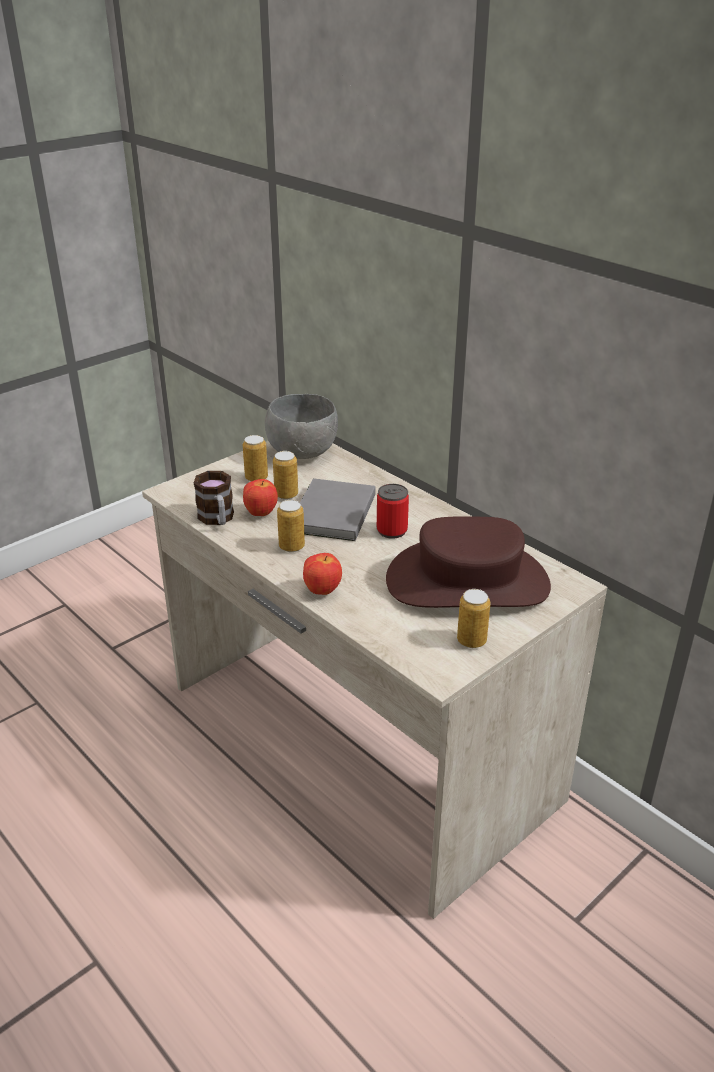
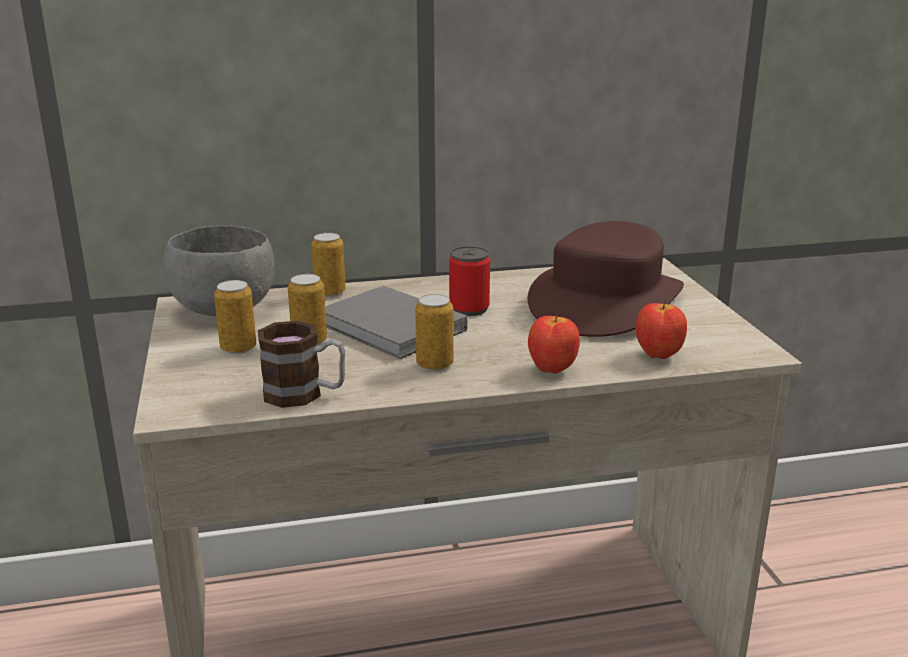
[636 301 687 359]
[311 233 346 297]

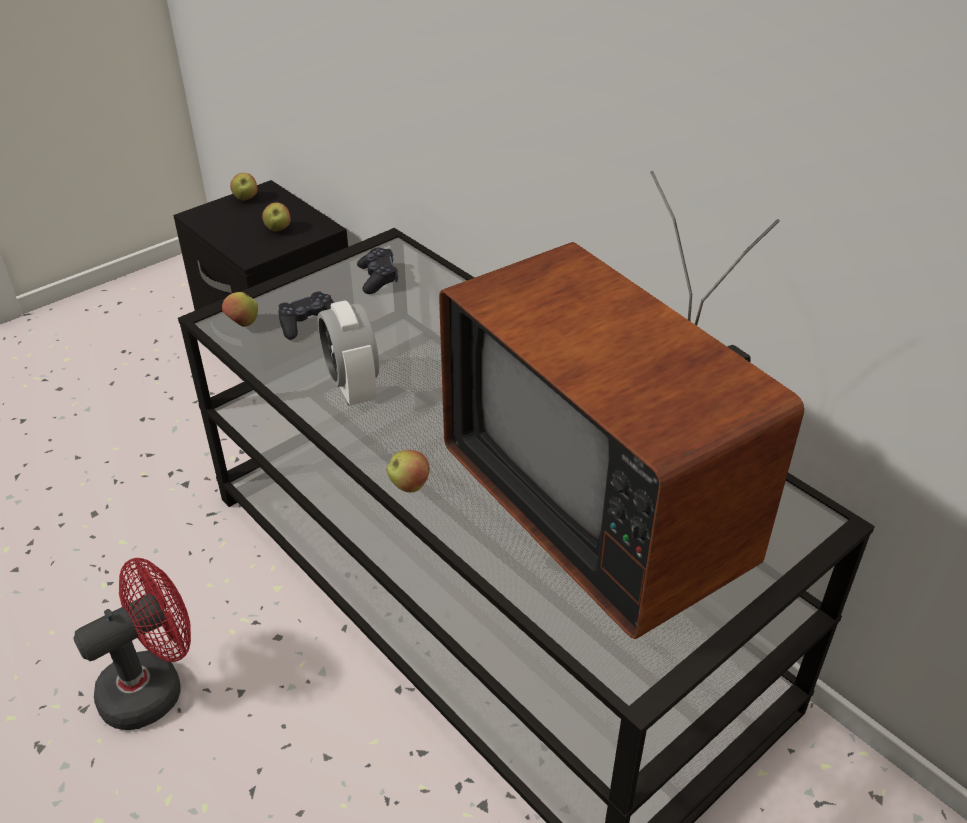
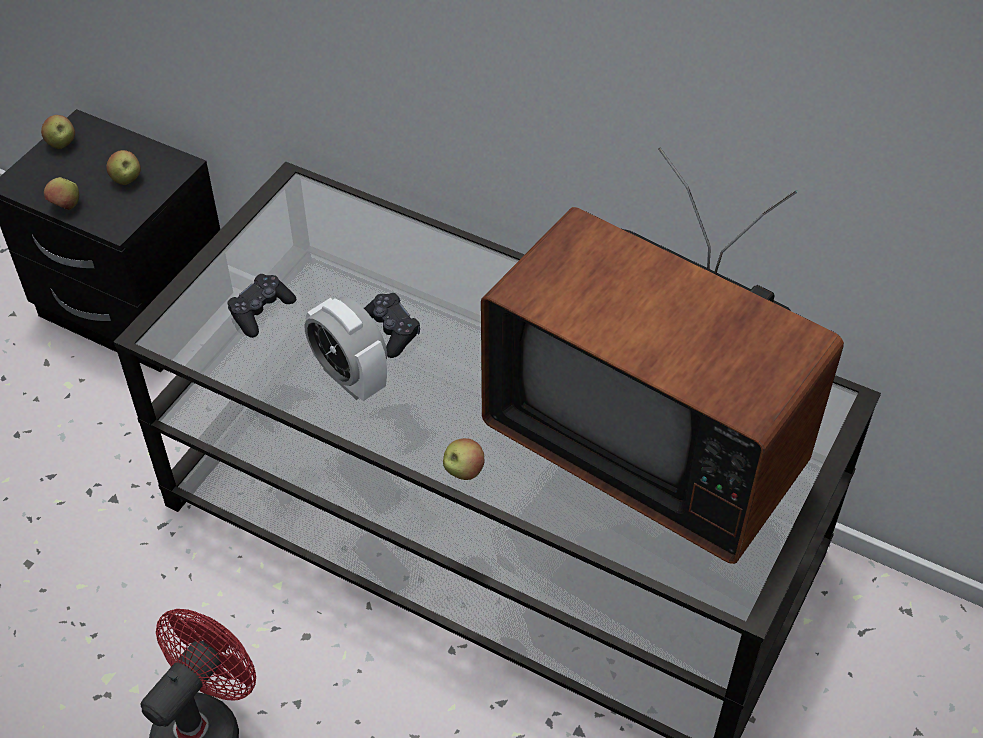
[364 293 420 358]
[44 177 79 210]

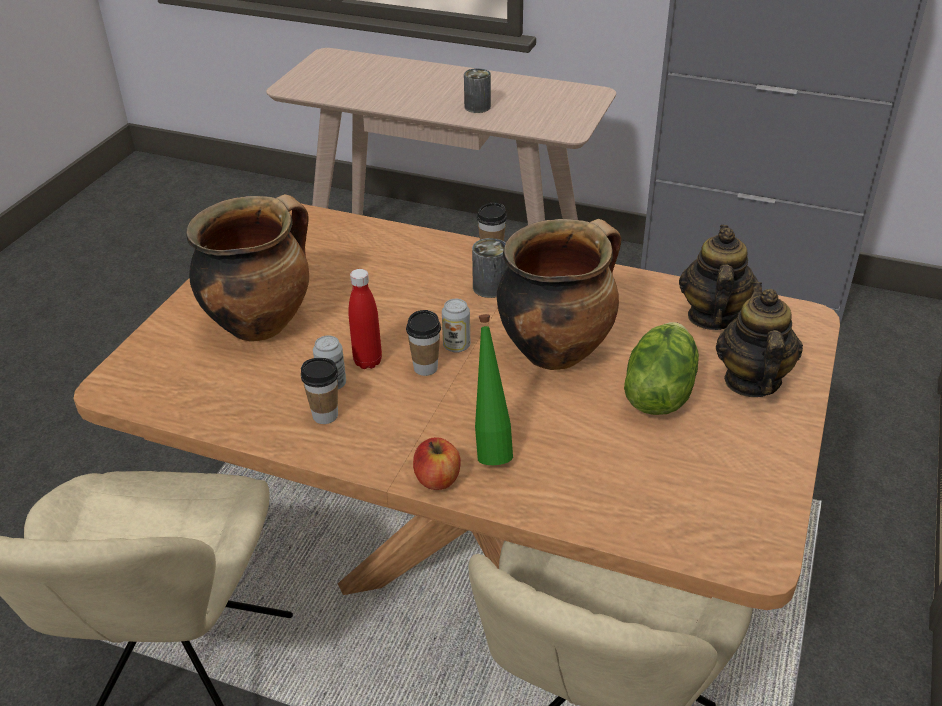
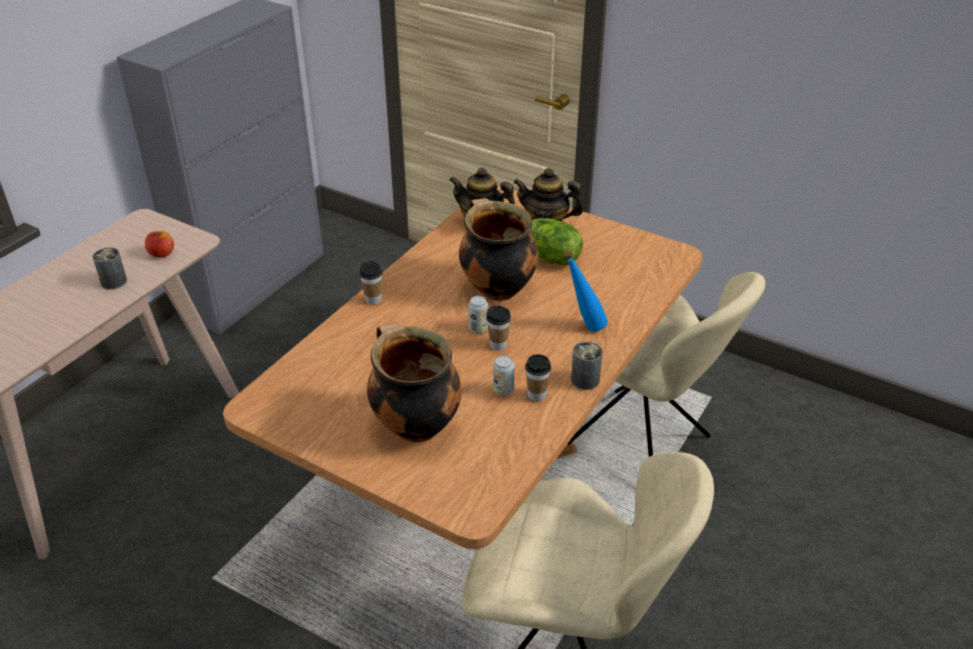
[571 342 603 390]
[348 269 382 369] (first image)
[565 252 608 331]
[145 231 174 258]

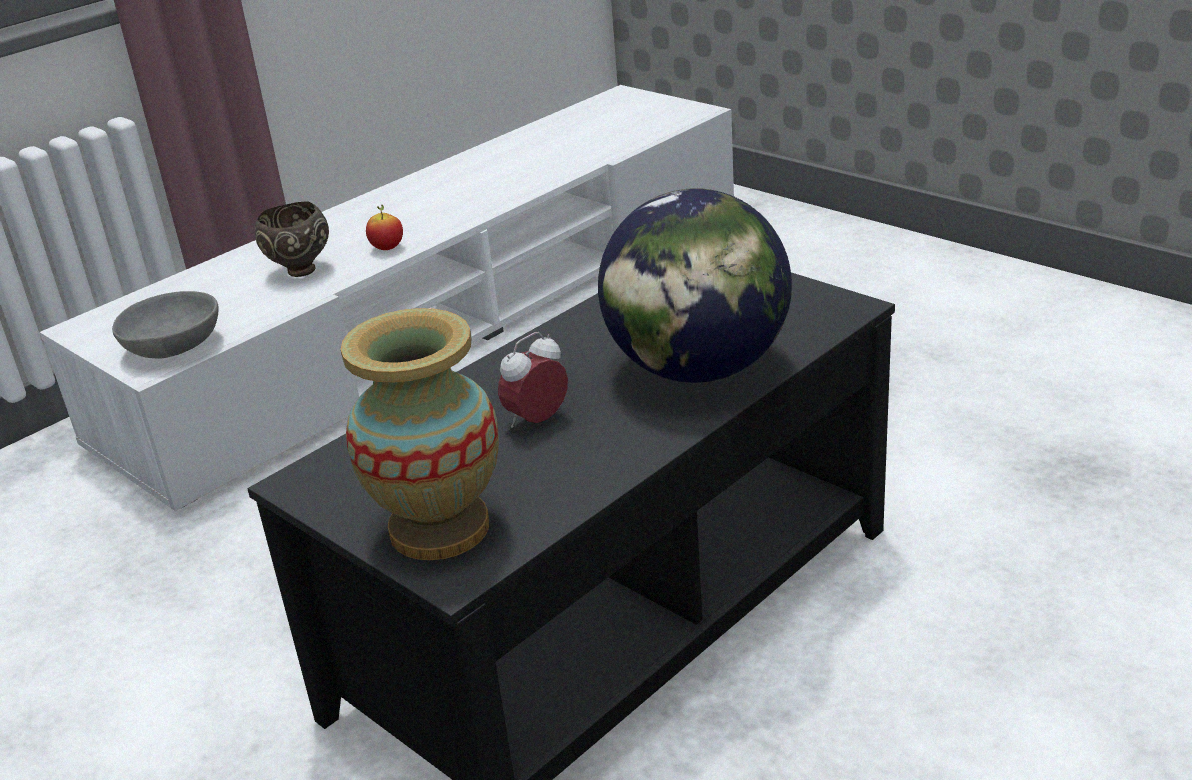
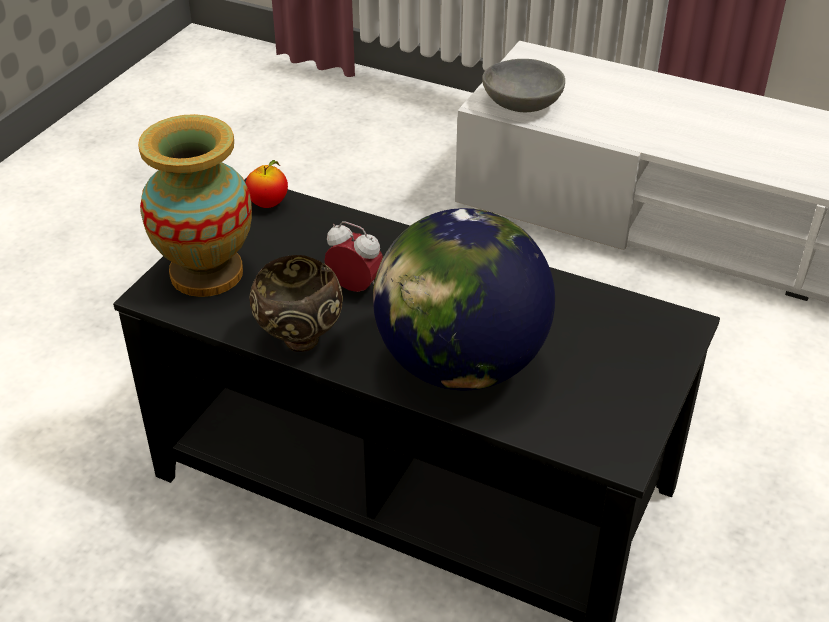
[249 255 343 352]
[246 160 288 208]

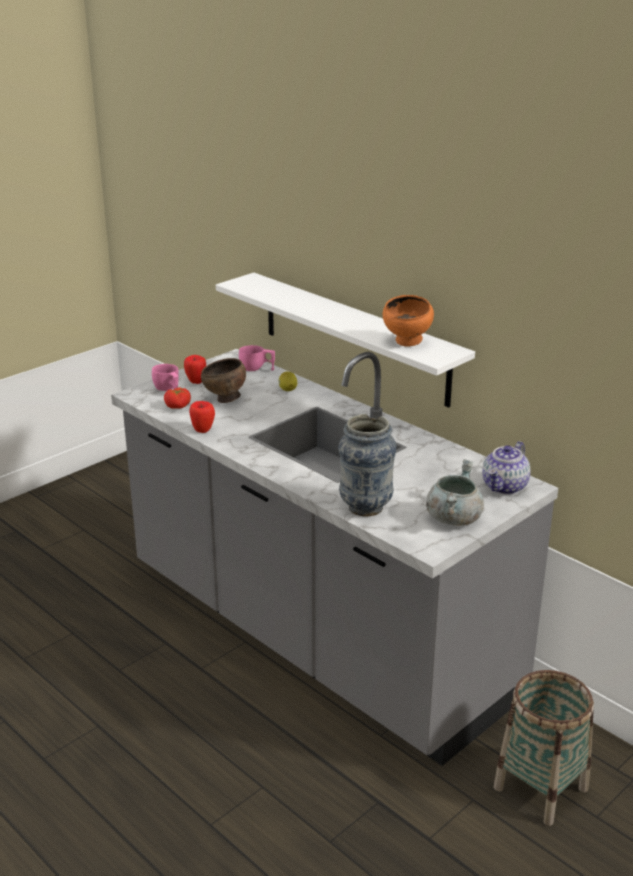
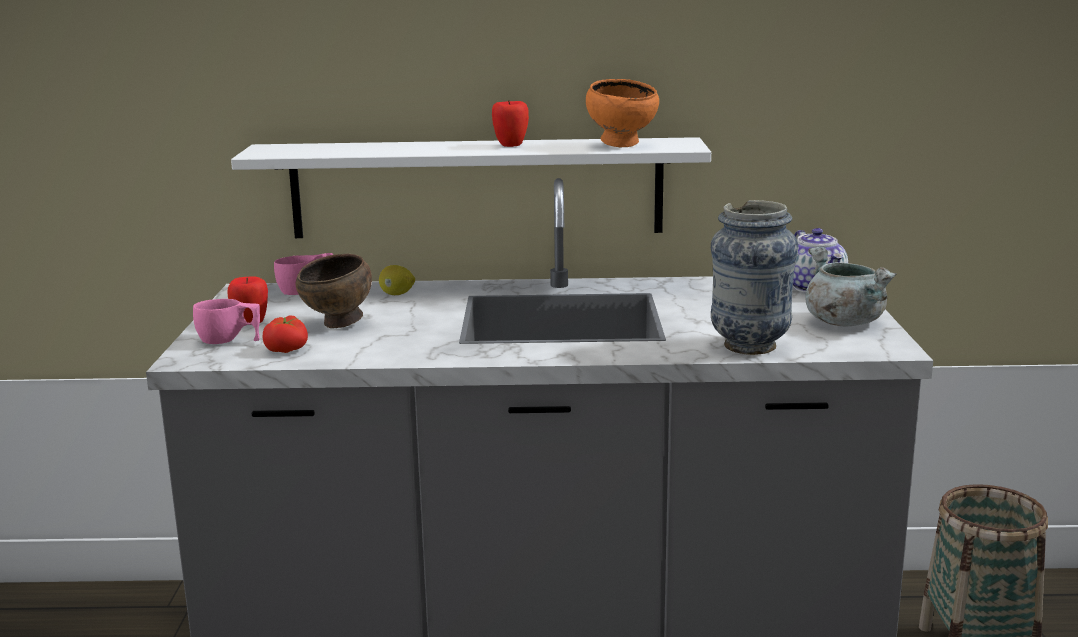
[492 100 529 147]

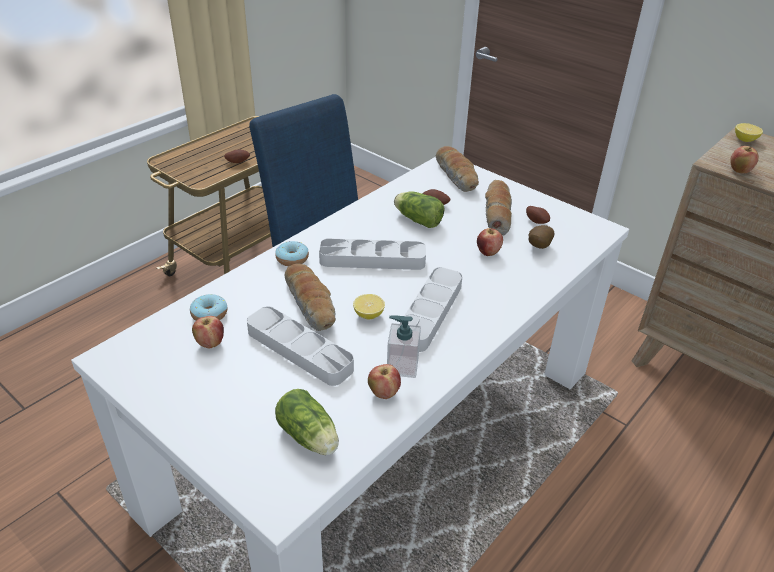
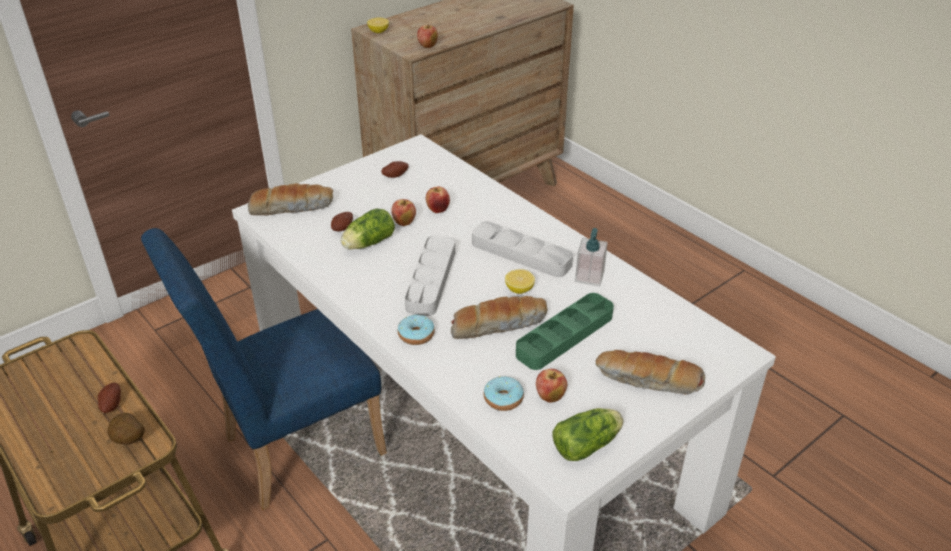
[596 350 705 395]
[107 413 145 445]
[516 293 614 370]
[391 199 416 226]
[552 408 623 461]

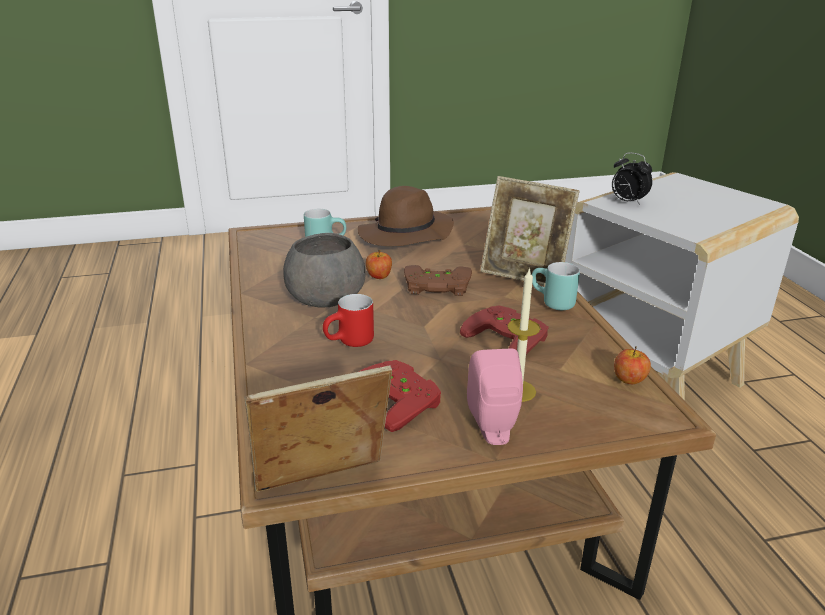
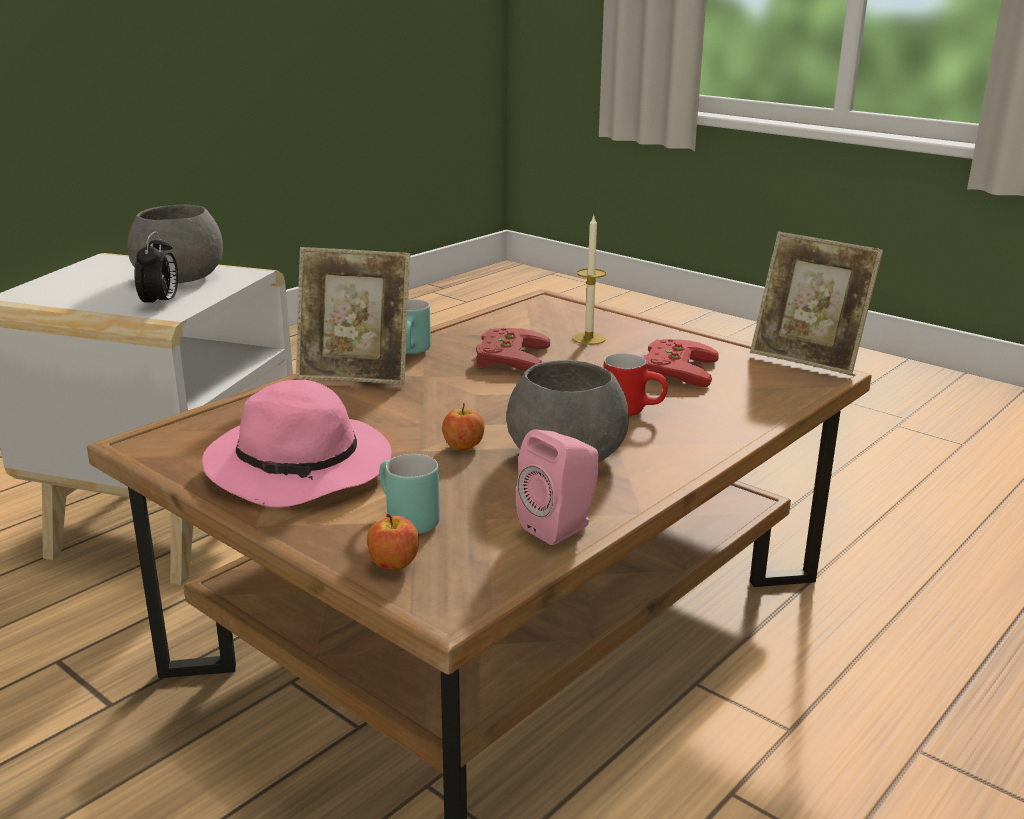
[296 247 410 384]
[202 380 391 508]
[404 265 472 296] (first image)
[367 514 419 570]
[516 430 599 545]
[127 204 223 283]

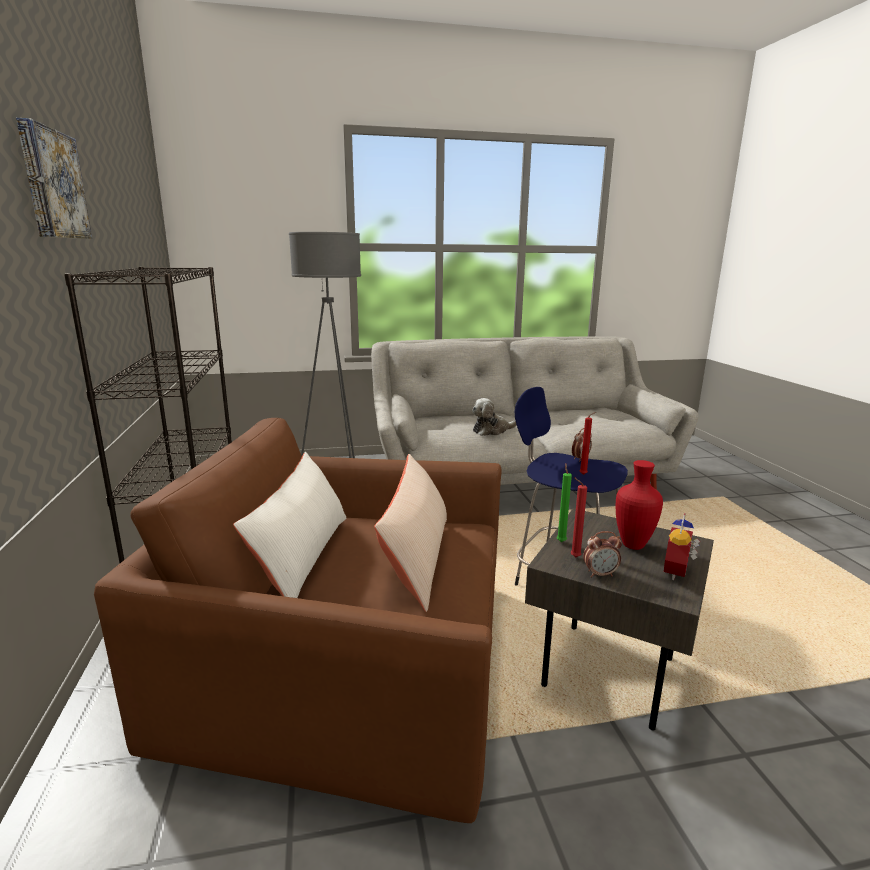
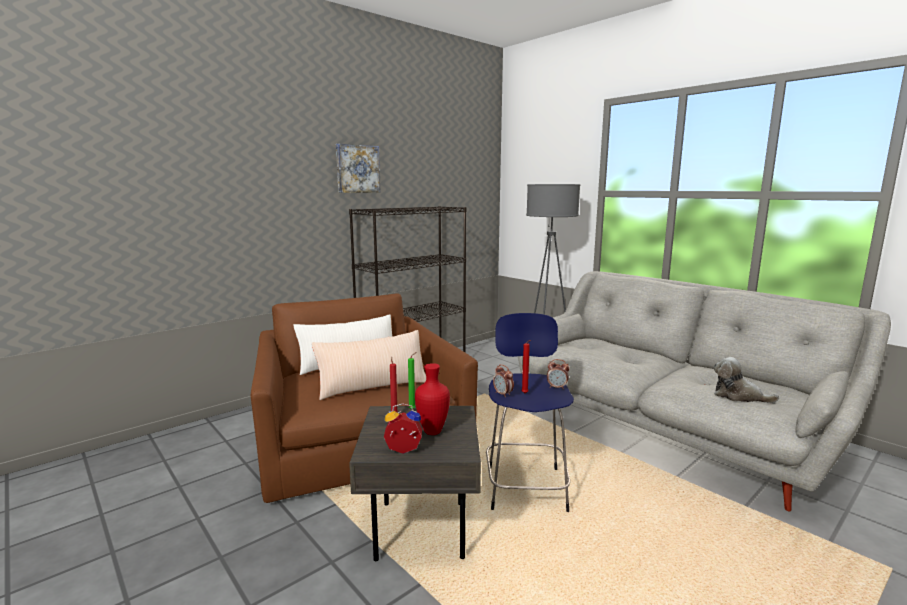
[714 357 779 403]
[493 364 514 397]

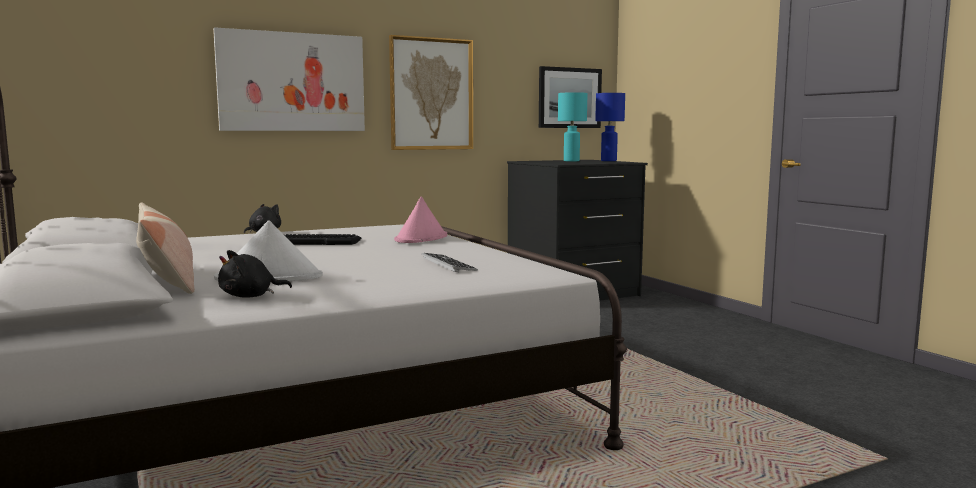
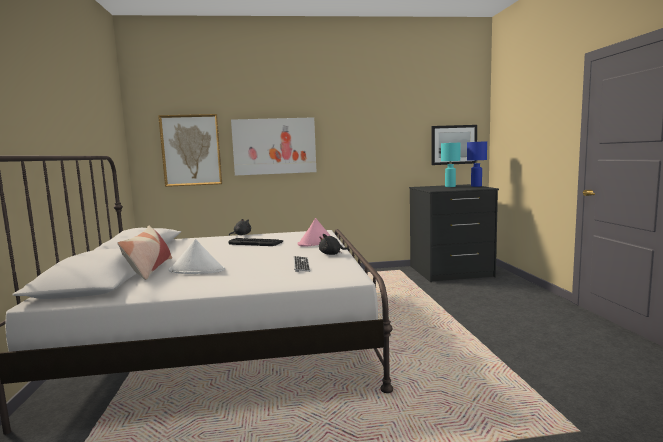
[158 114 222 187]
[319 234 350 255]

